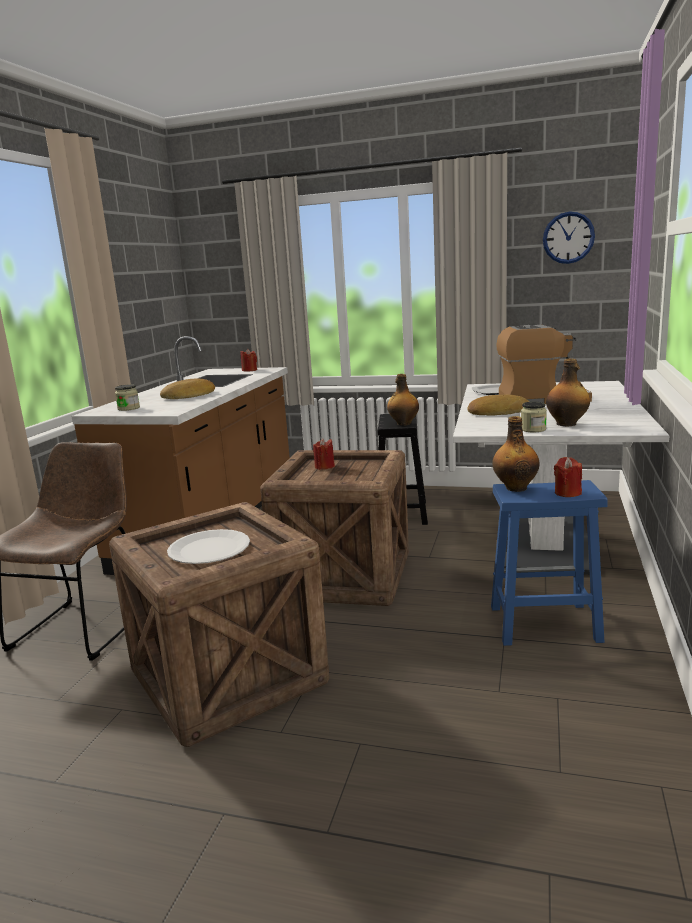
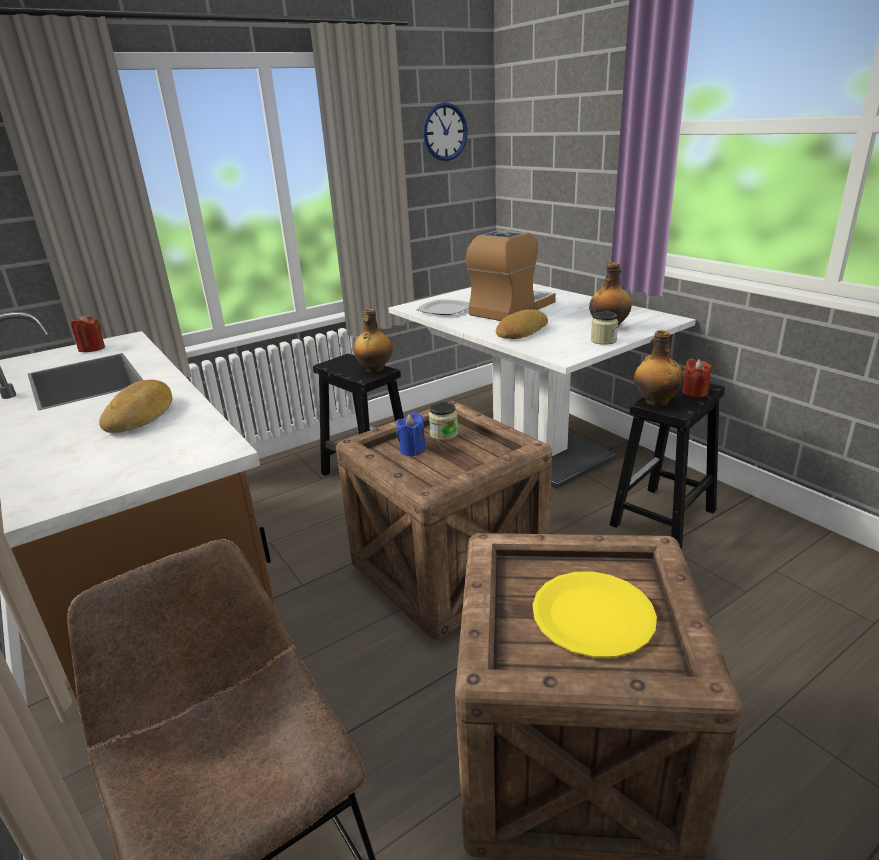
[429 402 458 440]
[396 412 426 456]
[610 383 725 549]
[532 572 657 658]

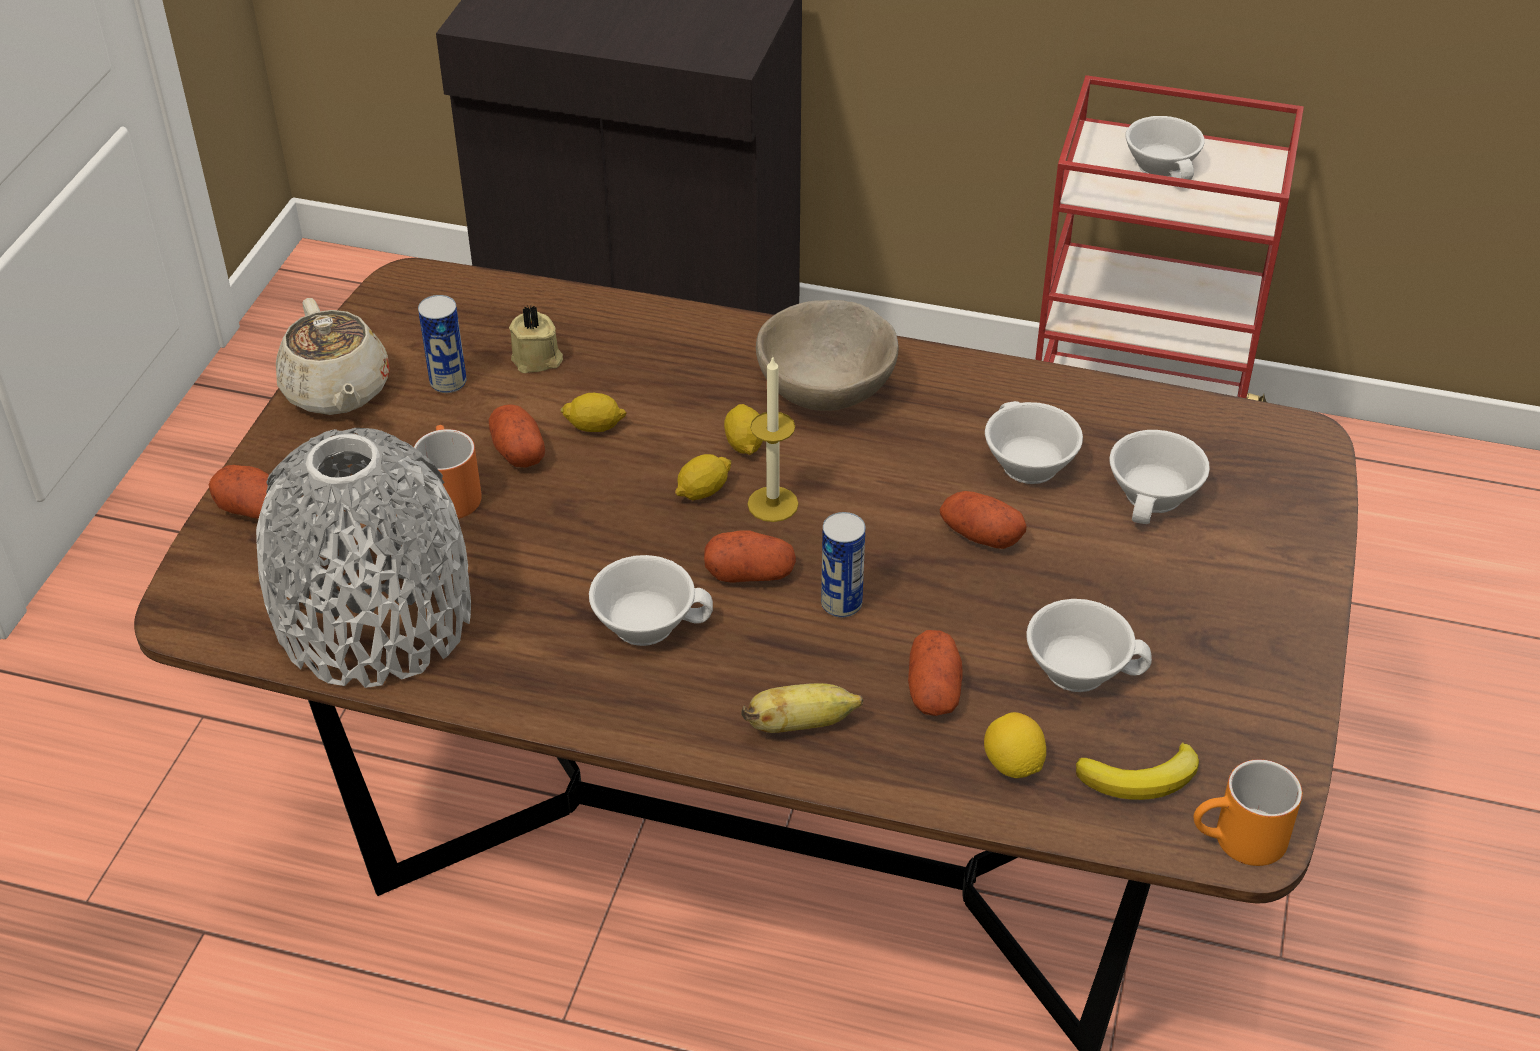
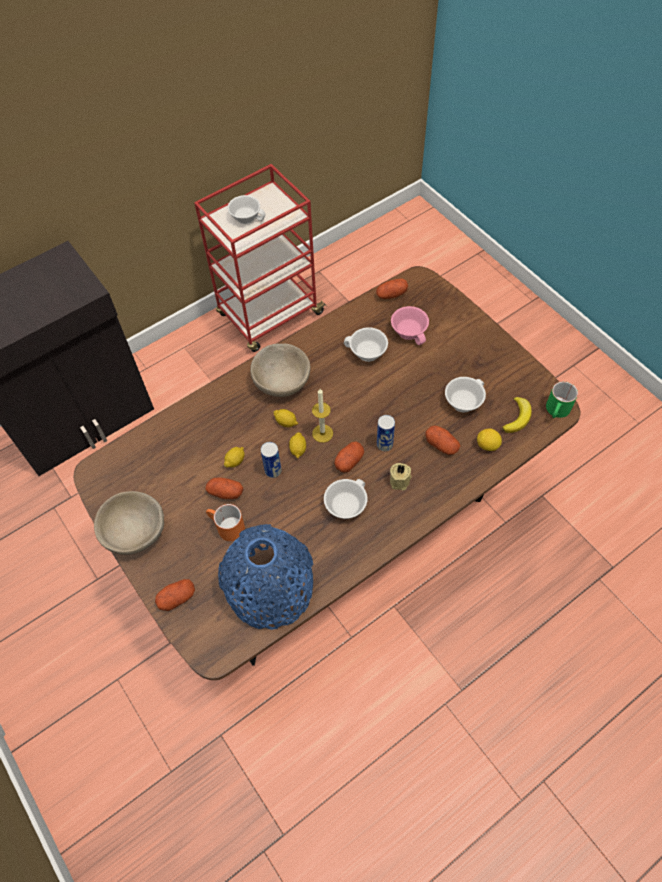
[261 442 282 478]
[94 491 164 555]
[390 463 412 491]
[218 524 313 630]
[391 306 429 345]
[376 278 408 299]
[741 683 863 733] (first image)
[546 381 578 418]

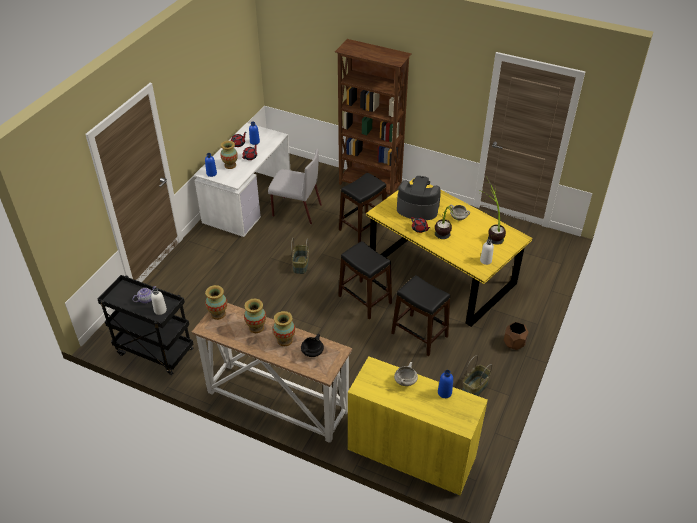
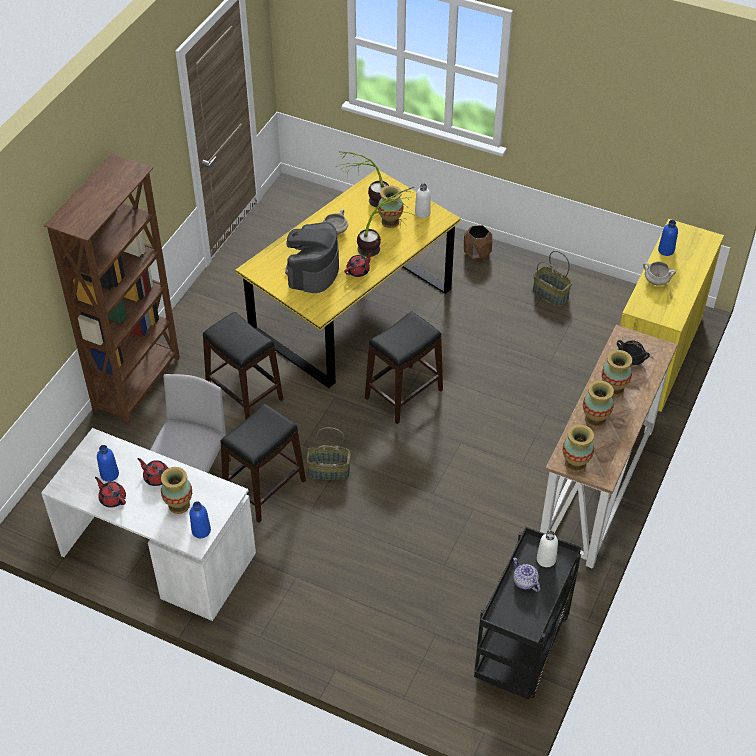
[220 404 306 523]
[378 186 404 228]

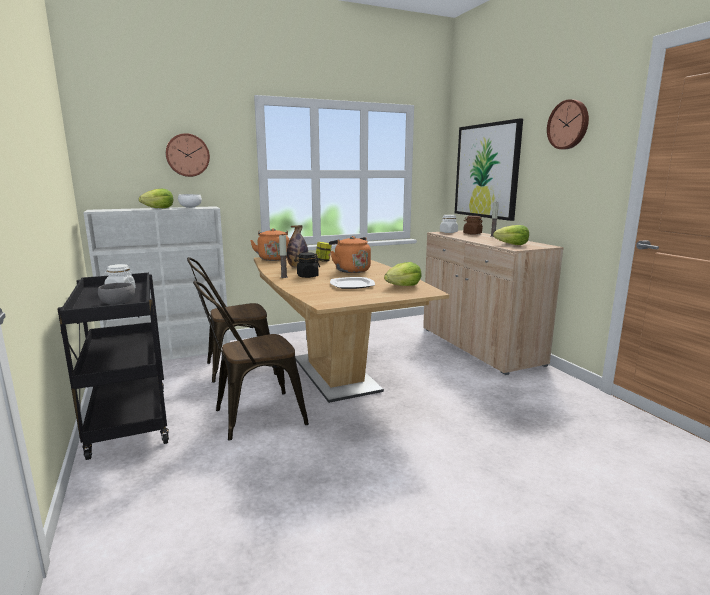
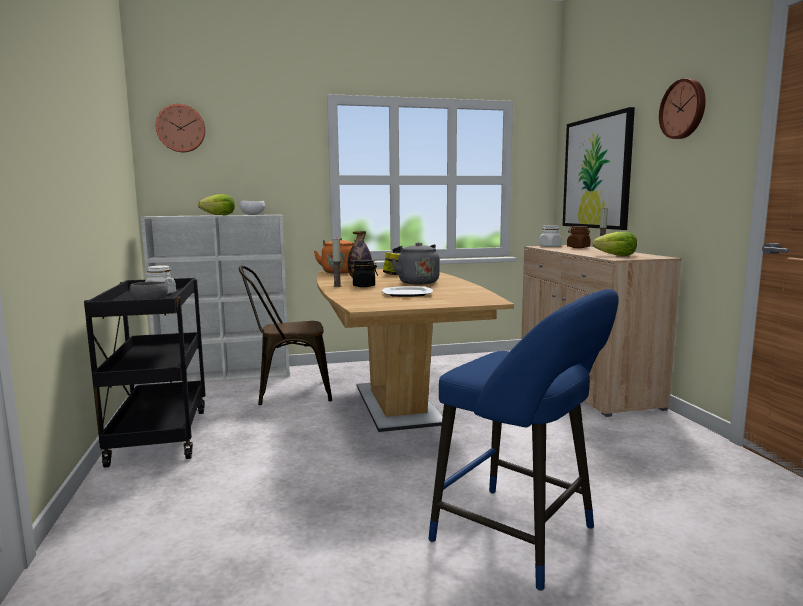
[156 104 205 152]
[391 242 440 284]
[384 262 422 286] (first image)
[193 281 309 441] (first image)
[429 289 619 591]

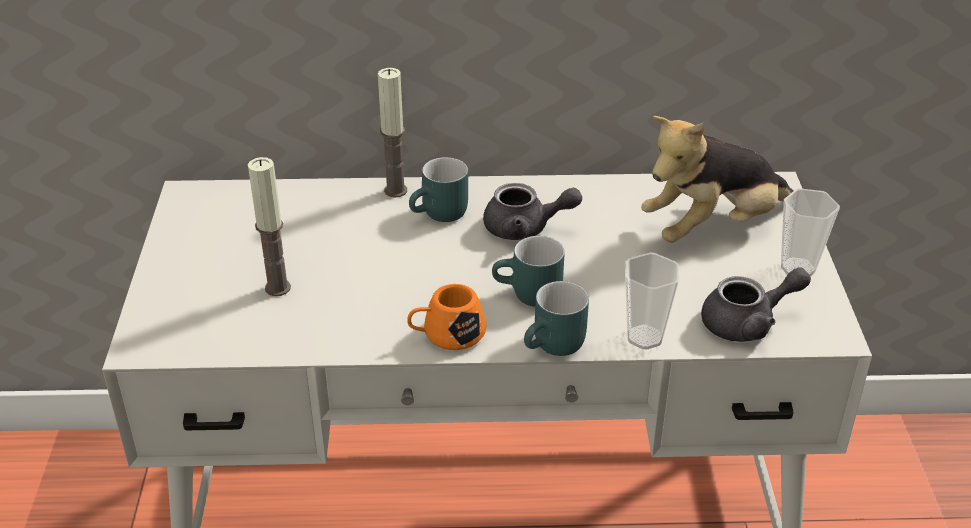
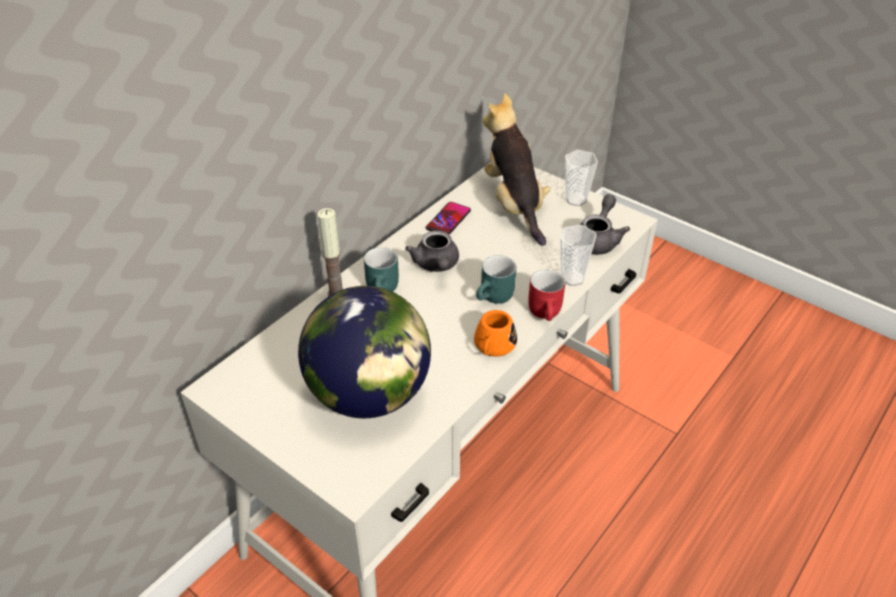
[482 93 551 246]
[298 286 431 418]
[405 231 459 272]
[528 270 565 321]
[426 202 471 235]

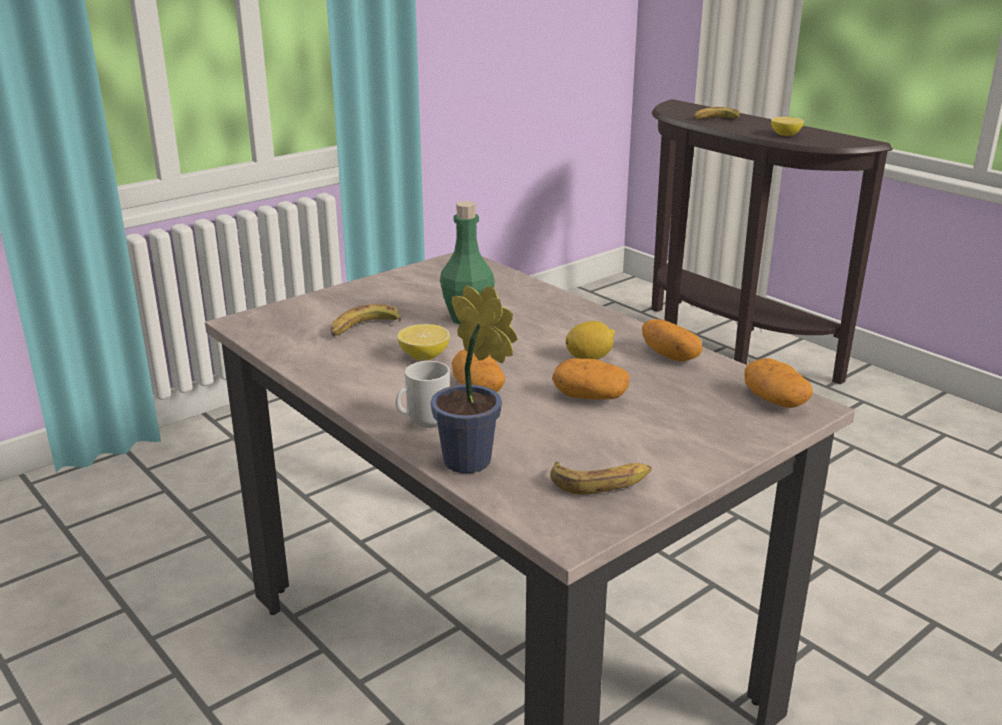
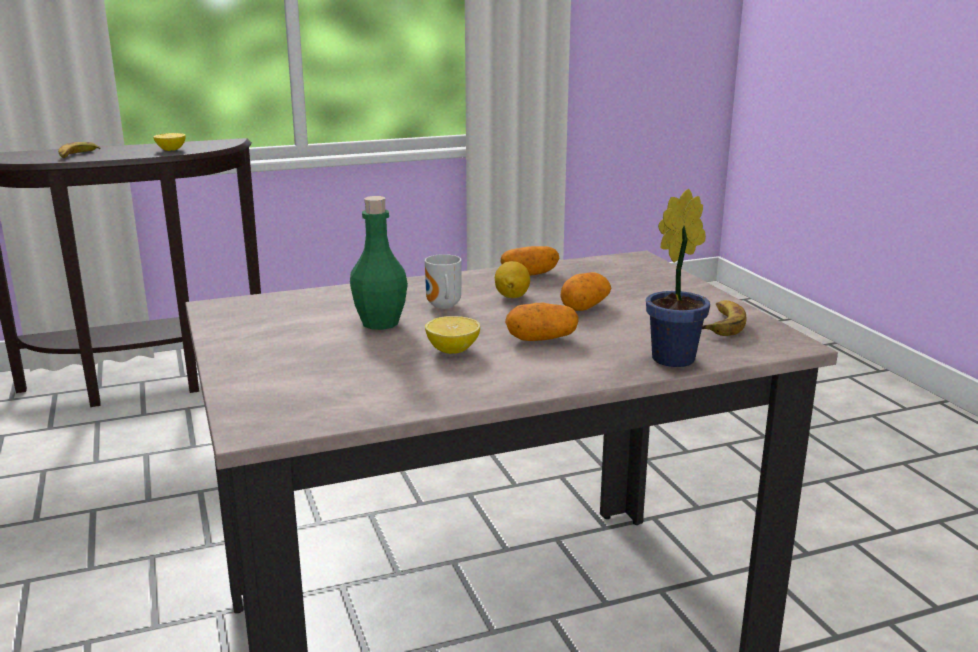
[331 304 402 336] (first image)
[744 358 813 408] (first image)
[425 254 462 309]

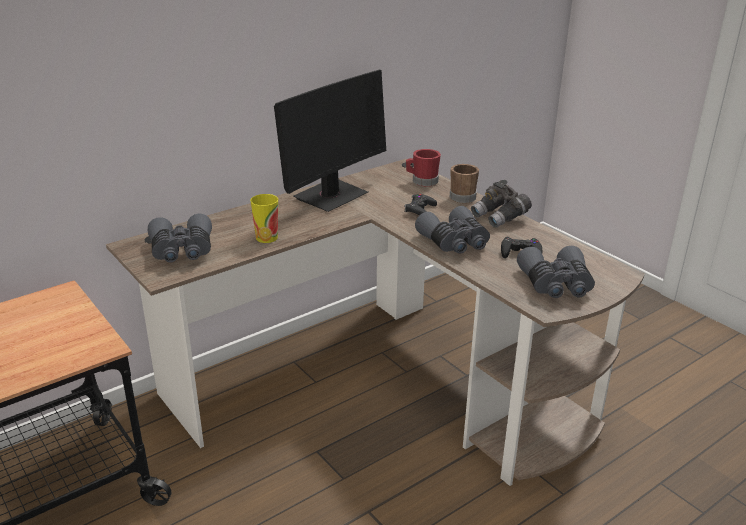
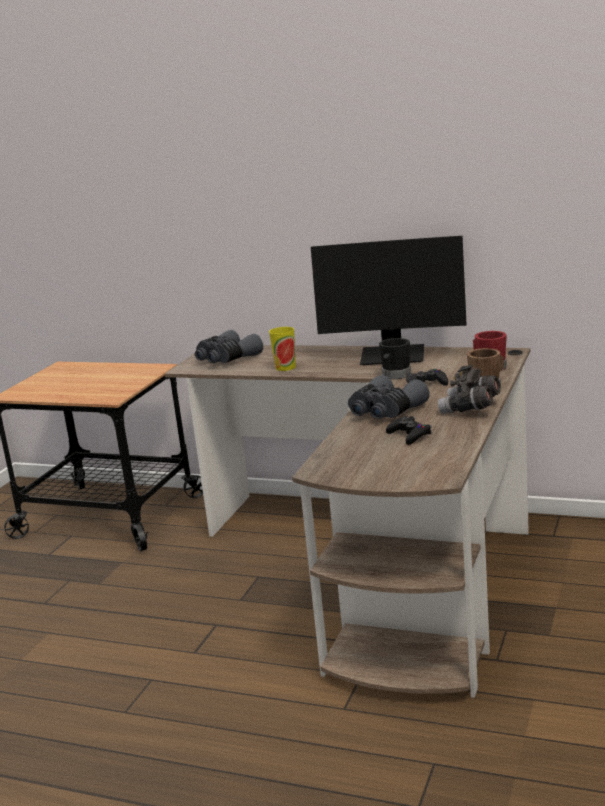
[517 246 595 298] (first image)
[379 338 411 379]

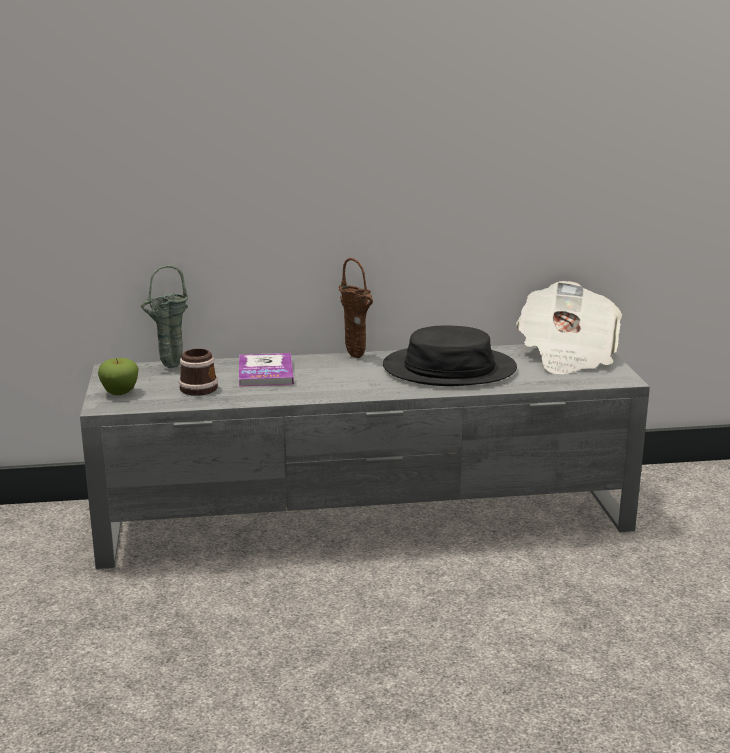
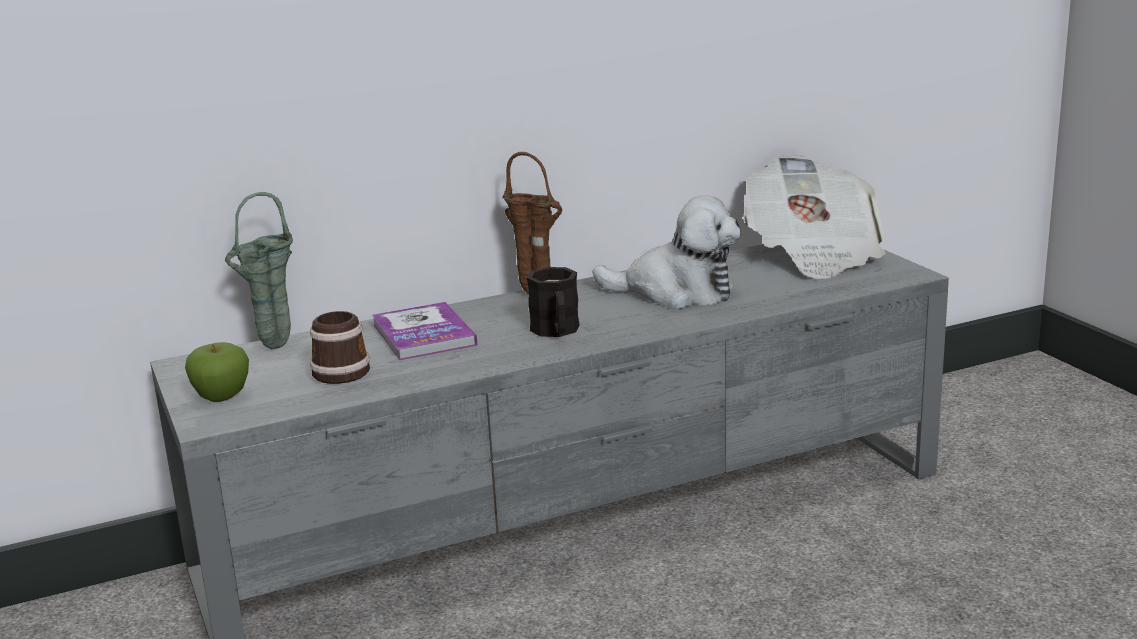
[592 195 741 309]
[527 267 580 337]

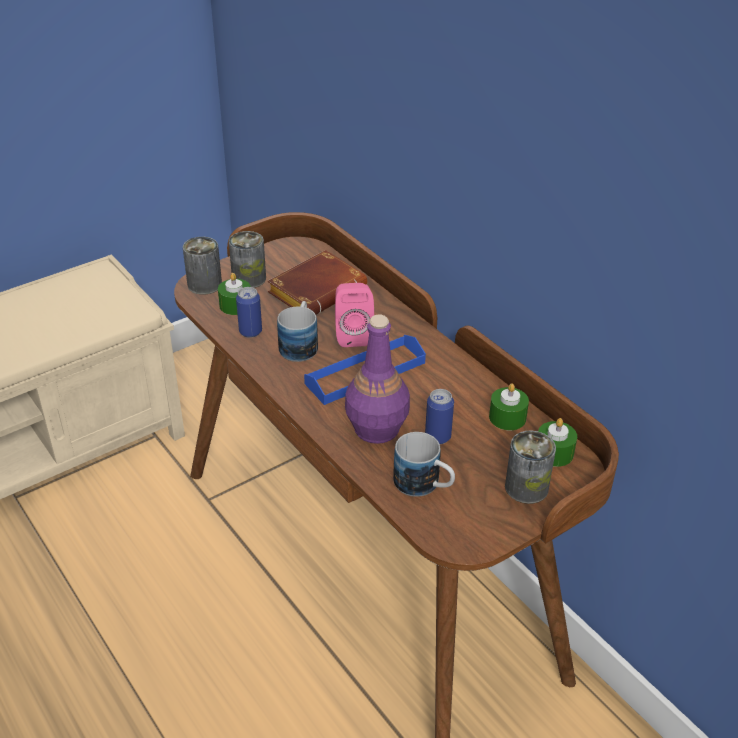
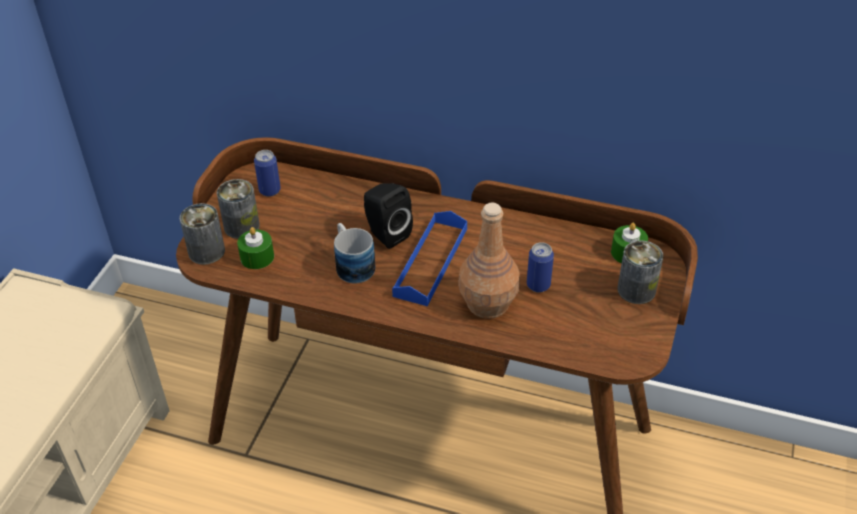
[268 250 367 315] (first image)
[364 183 413 249]
[254 150 281 197]
[458 203 520 319]
[489 383 529 430] (first image)
[393 432 455 497] (first image)

